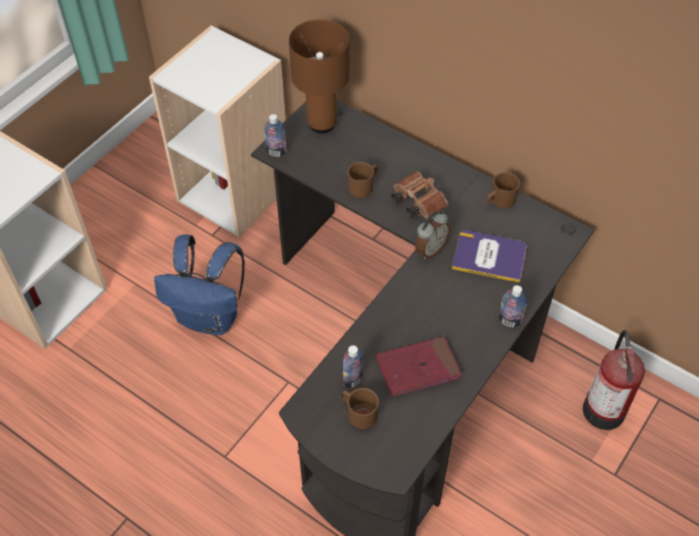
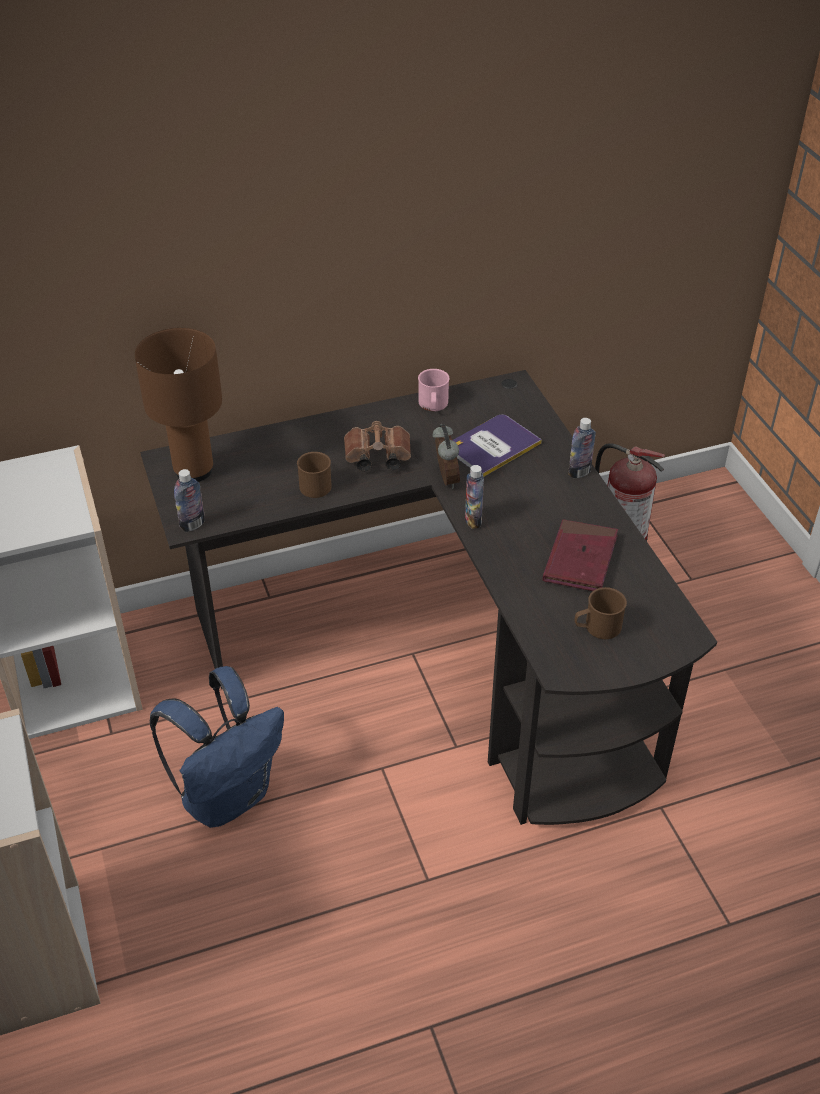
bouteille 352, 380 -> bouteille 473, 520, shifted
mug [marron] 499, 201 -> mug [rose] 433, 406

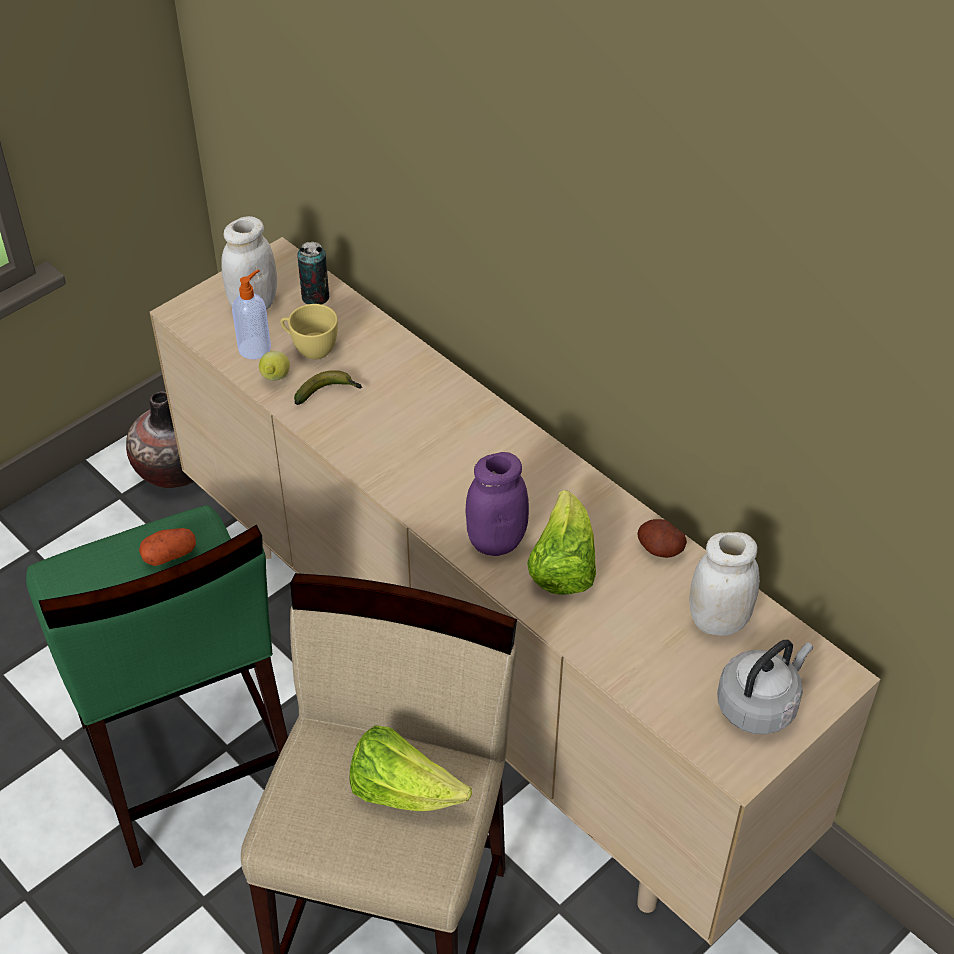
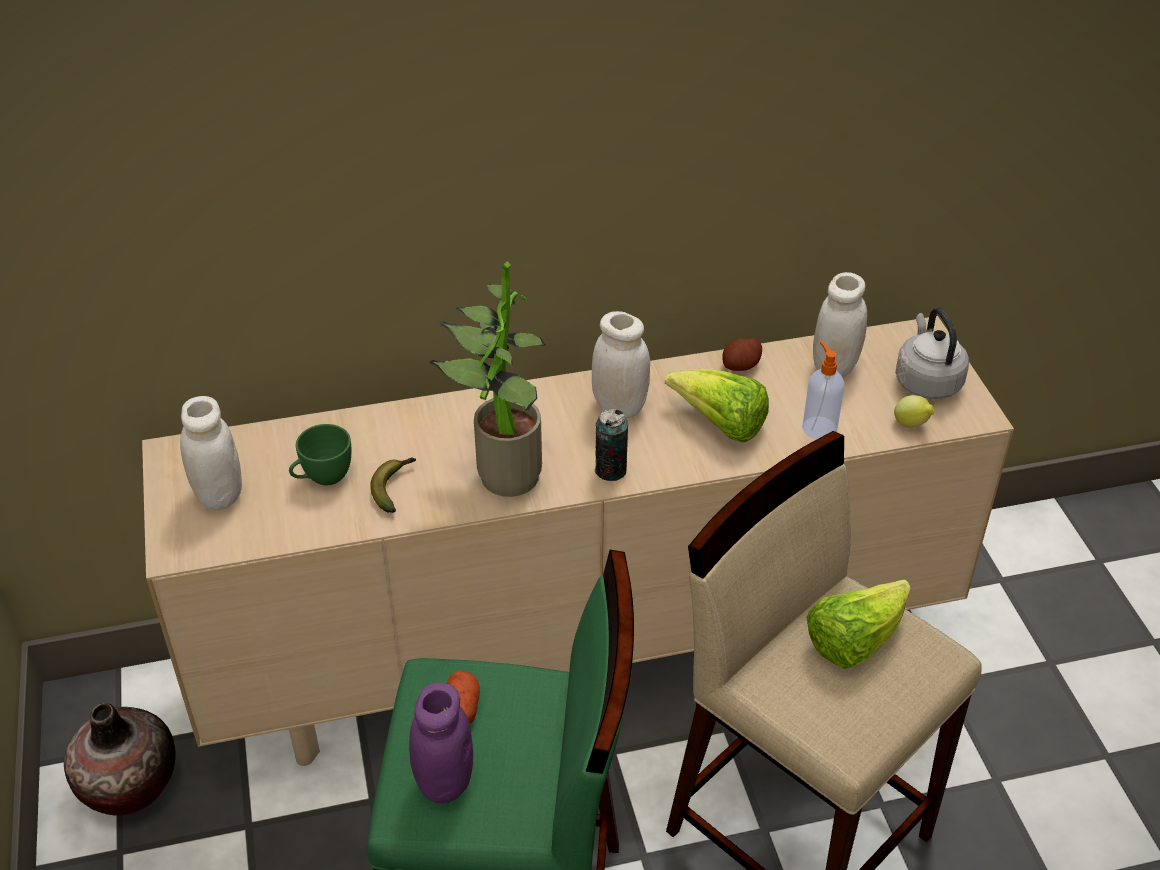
none -> plante en pot 499, 475
none -> bocal [blanc] 619, 406
distributeur de savon 255, 347 -> distributeur de savon 818, 427, shifted
citron 275, 379 -> citron 911, 425, shifted
boîte métallique 315, 297 -> boîte métallique 610, 470, shifted
bocal [violet] 496, 541 -> bocal [violet] 444, 782, shifted
tasse [jaune] 310, 348 -> tasse [vert] 322, 478

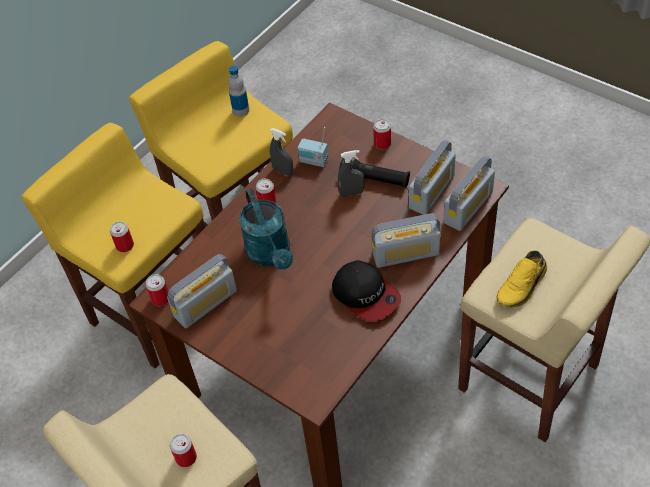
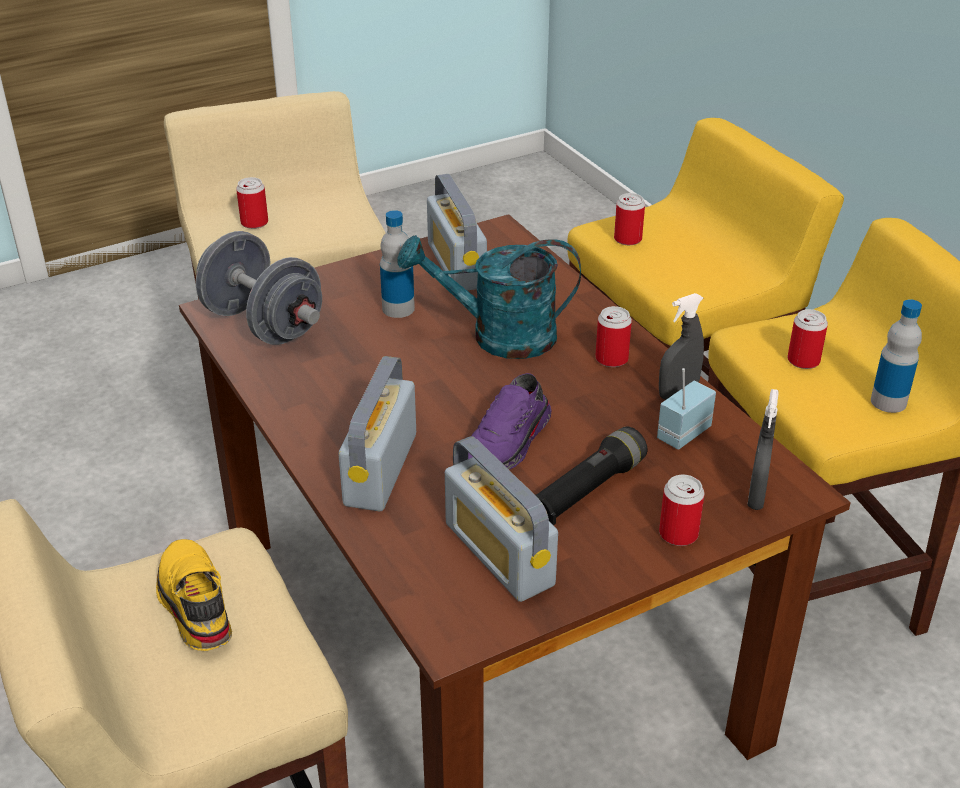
casquette 366, 295 -> none
radio 468, 207 -> none
none -> haltère [gris] 263, 324
none -> bouteille 398, 308
none -> chaussure [violet] 508, 444
boîte métallique 160, 299 -> boîte métallique 803, 361, shifted
vaporisateur [gris] 351, 193 -> vaporisateur [gris] 756, 496, shifted

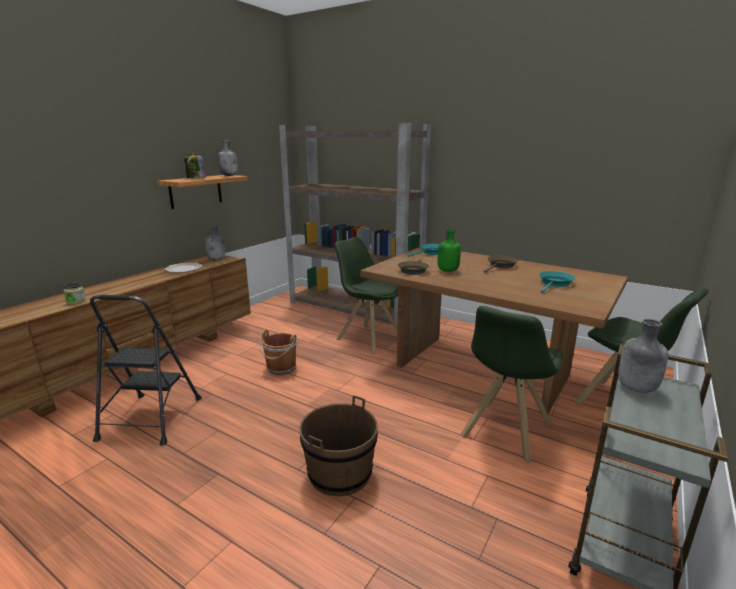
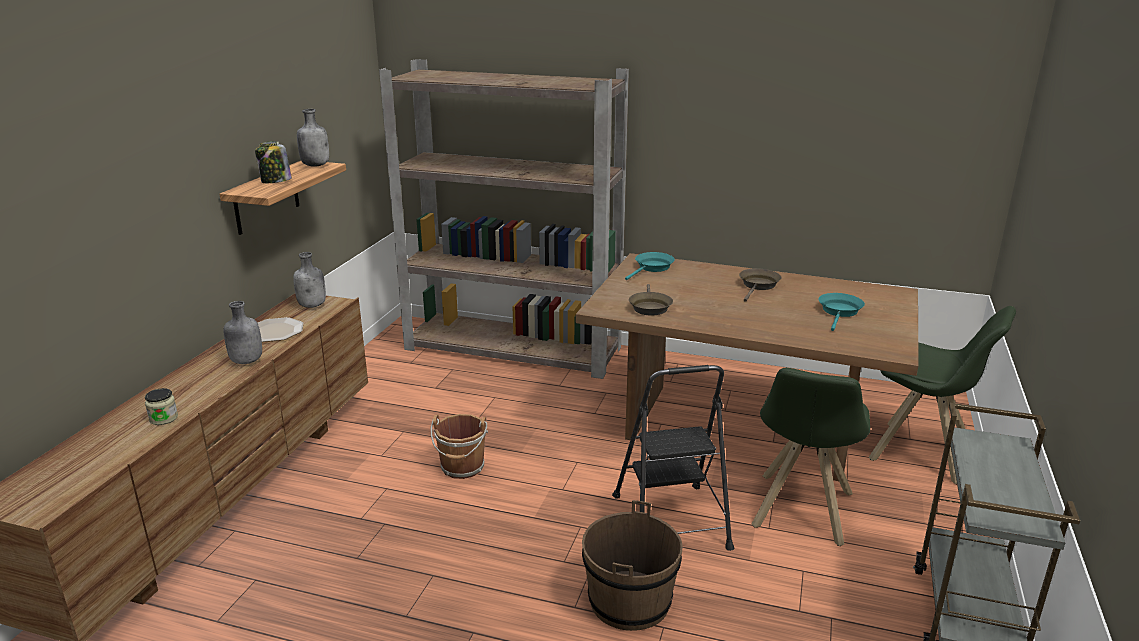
chaise [vert] 369, 338 -> none
bouteille [vert] 447, 270 -> none
escabeau [noir] 149, 419 -> escabeau [noir] 671, 523, shifted
bouteille [gris] 636, 388 -> bouteille [gris] 246, 361, shifted

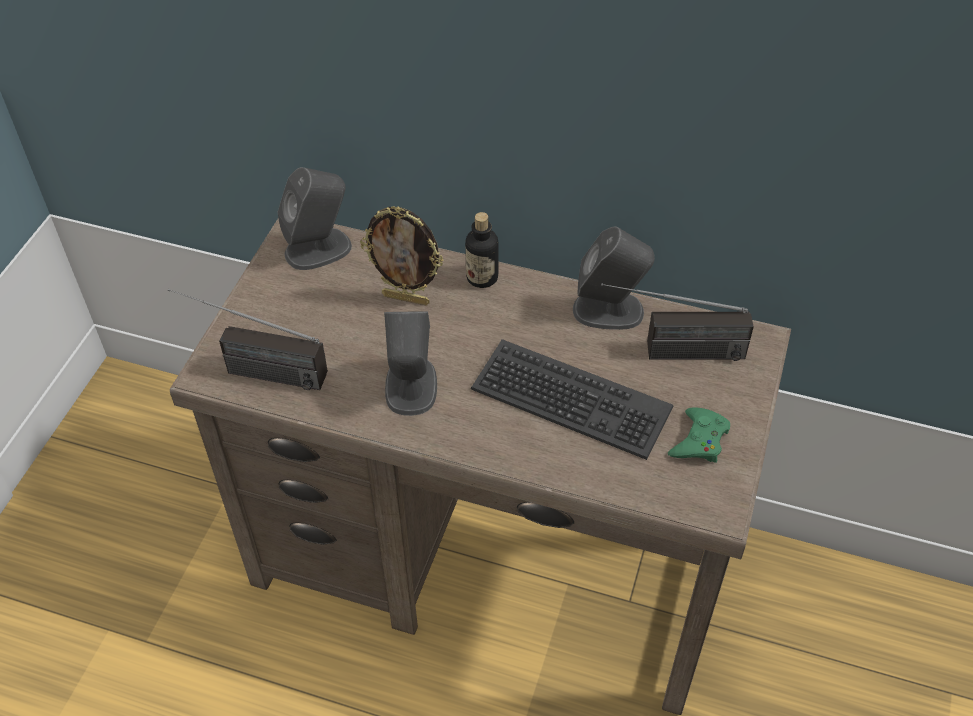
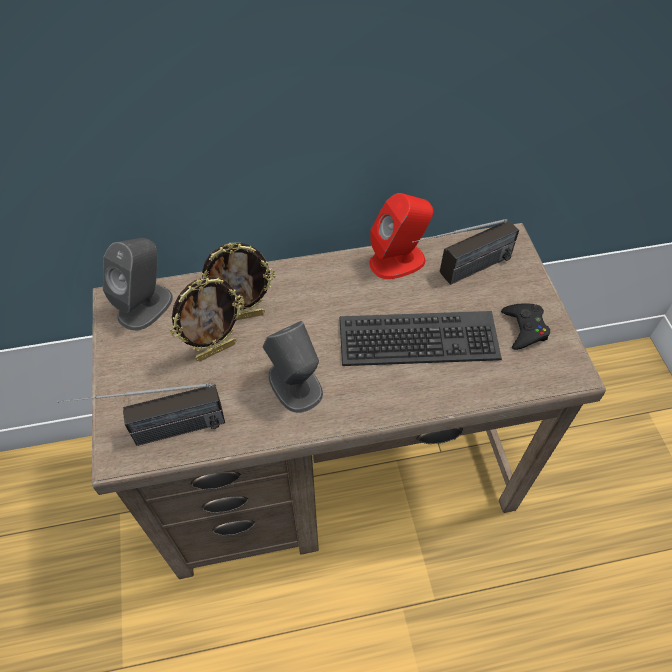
bouteille 482, 277 -> none
none -> cadre photo 216, 350
enceinte [gris] 609, 310 -> enceinte [rouge] 398, 261
manette [vert] 699, 440 -> manette [noir] 524, 329

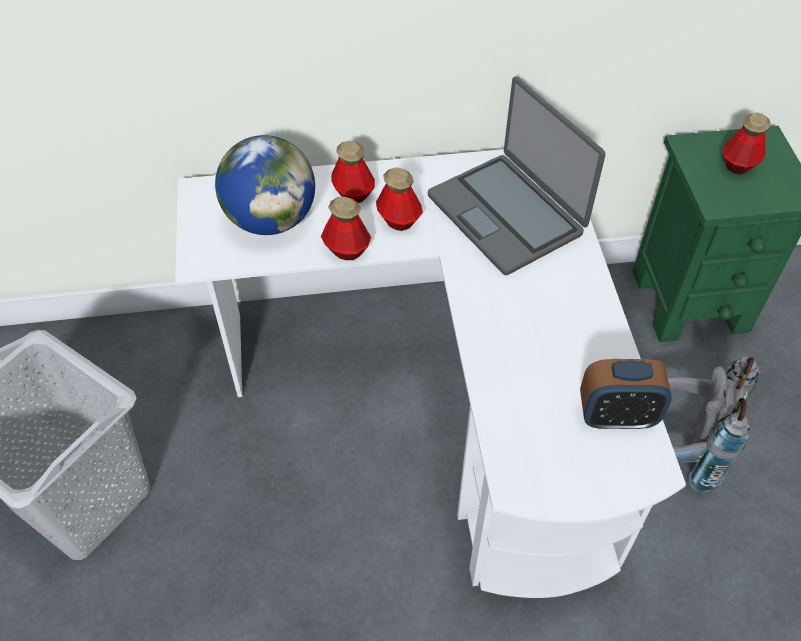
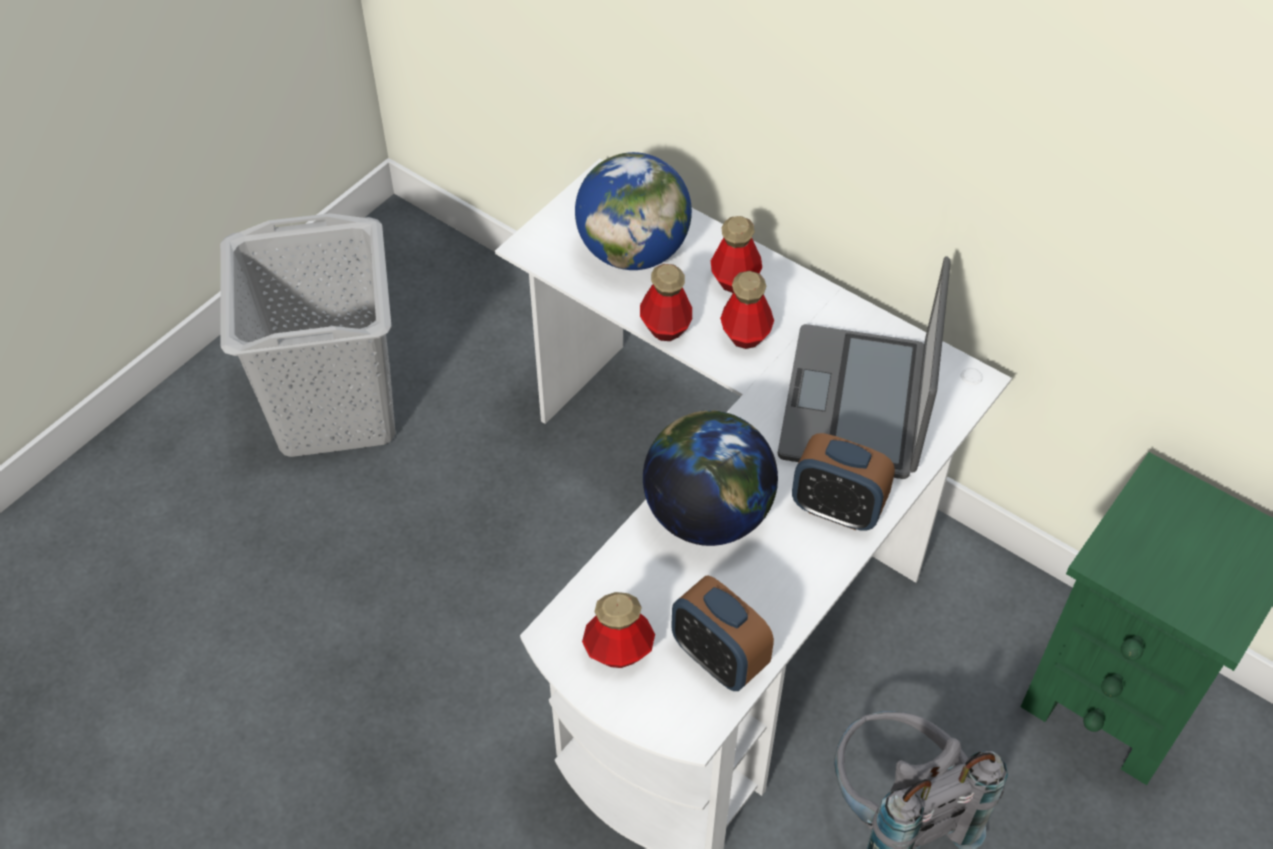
none -> globe 707, 514
none -> réveil 837, 509
bouteille 738, 165 -> bouteille 618, 651, shifted

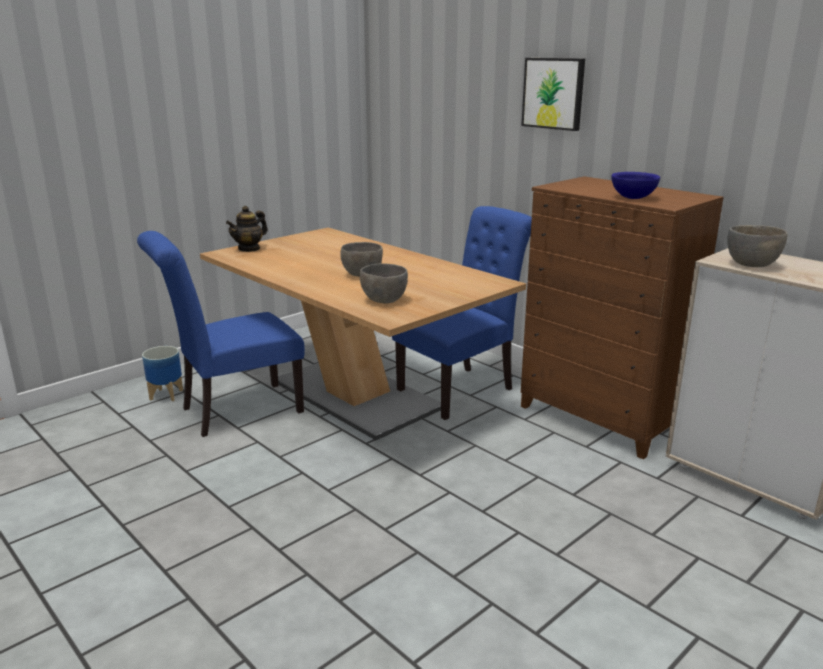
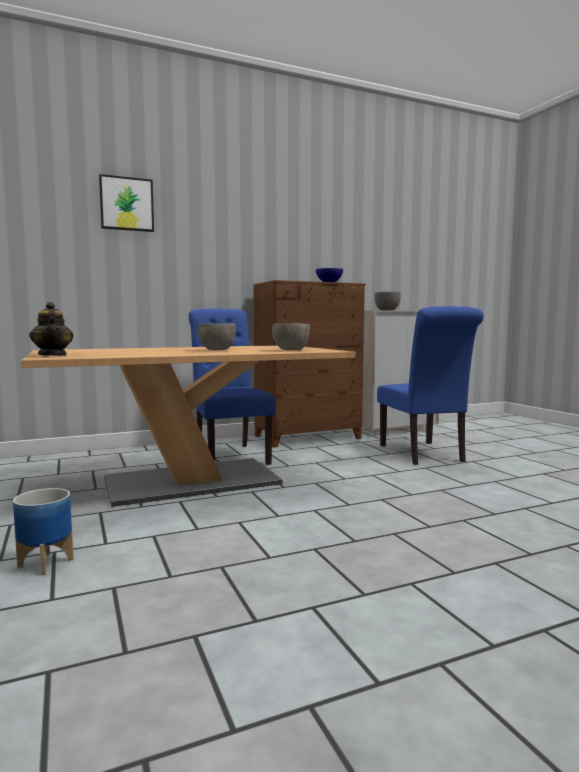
chaise [bleu] 234, 411 -> chaise [bleu] 424, 454, shifted
tableau 554, 93 -> tableau 126, 204, shifted

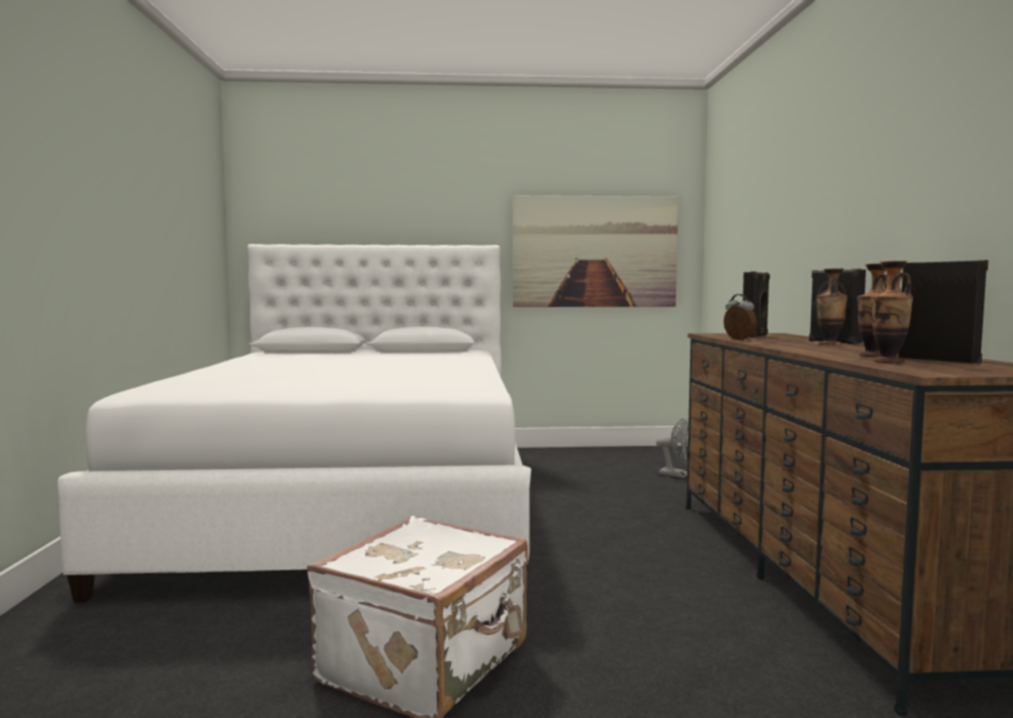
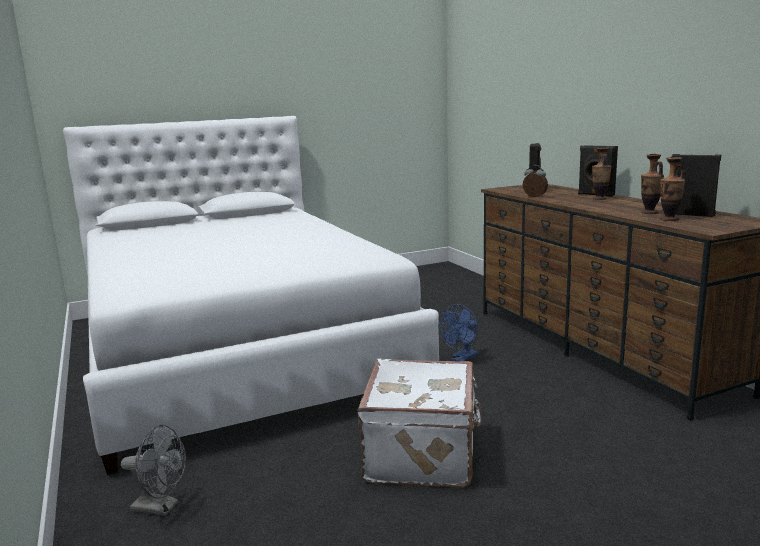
tableau 594, 252 -> none
none -> ventilateur [bleu] 462, 359
ventilateur [gris] 678, 475 -> ventilateur [gris] 161, 507, shifted

